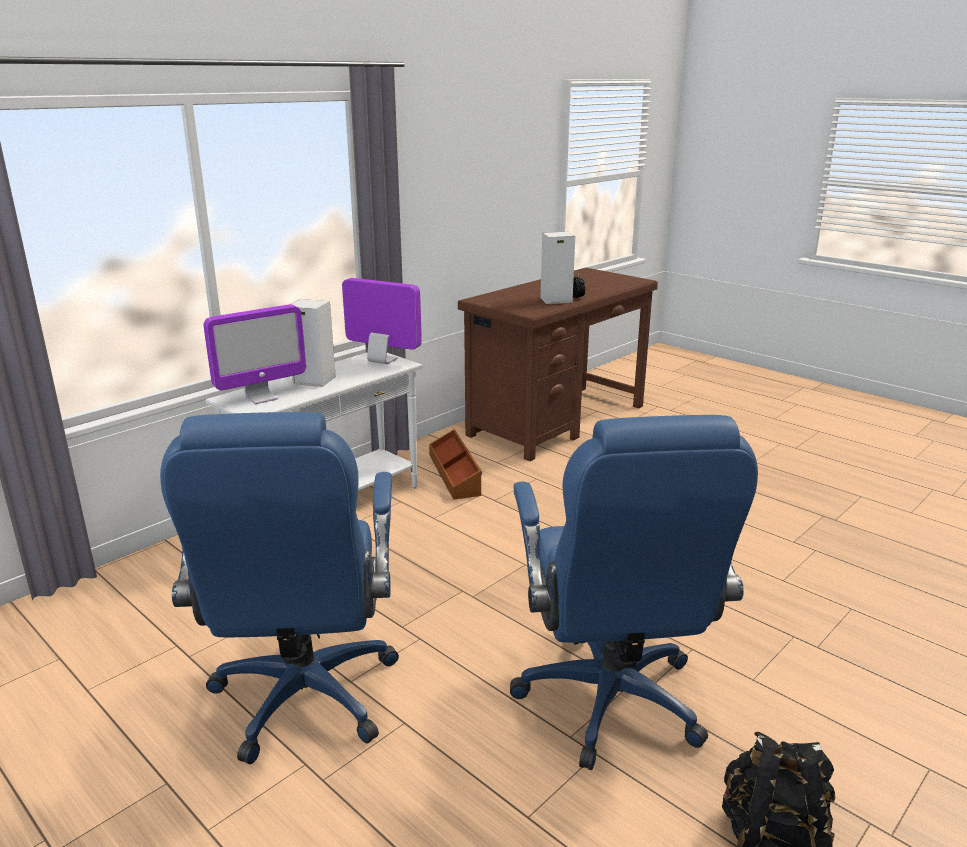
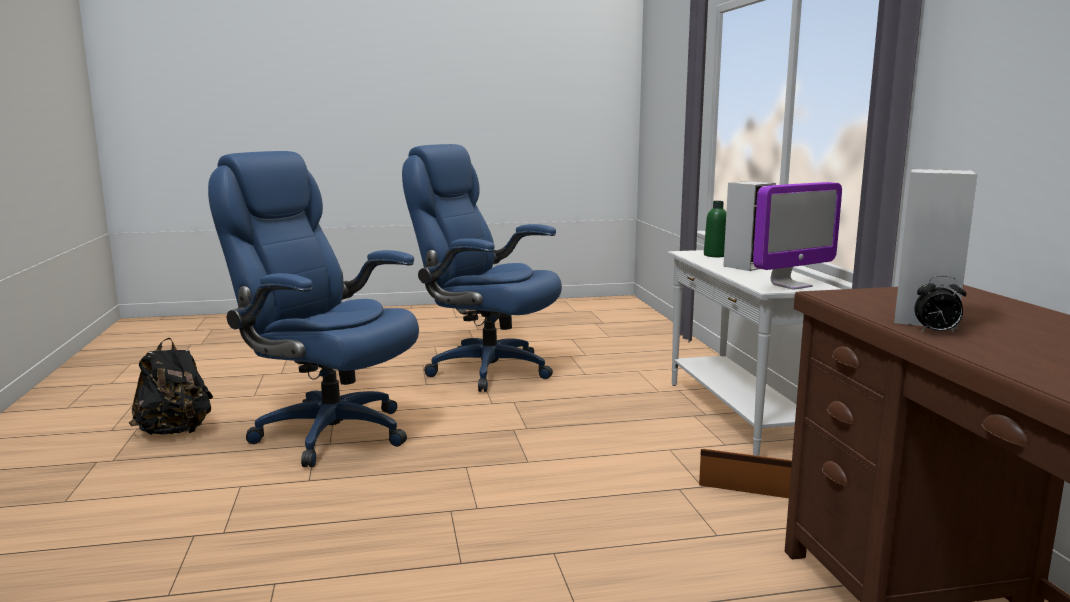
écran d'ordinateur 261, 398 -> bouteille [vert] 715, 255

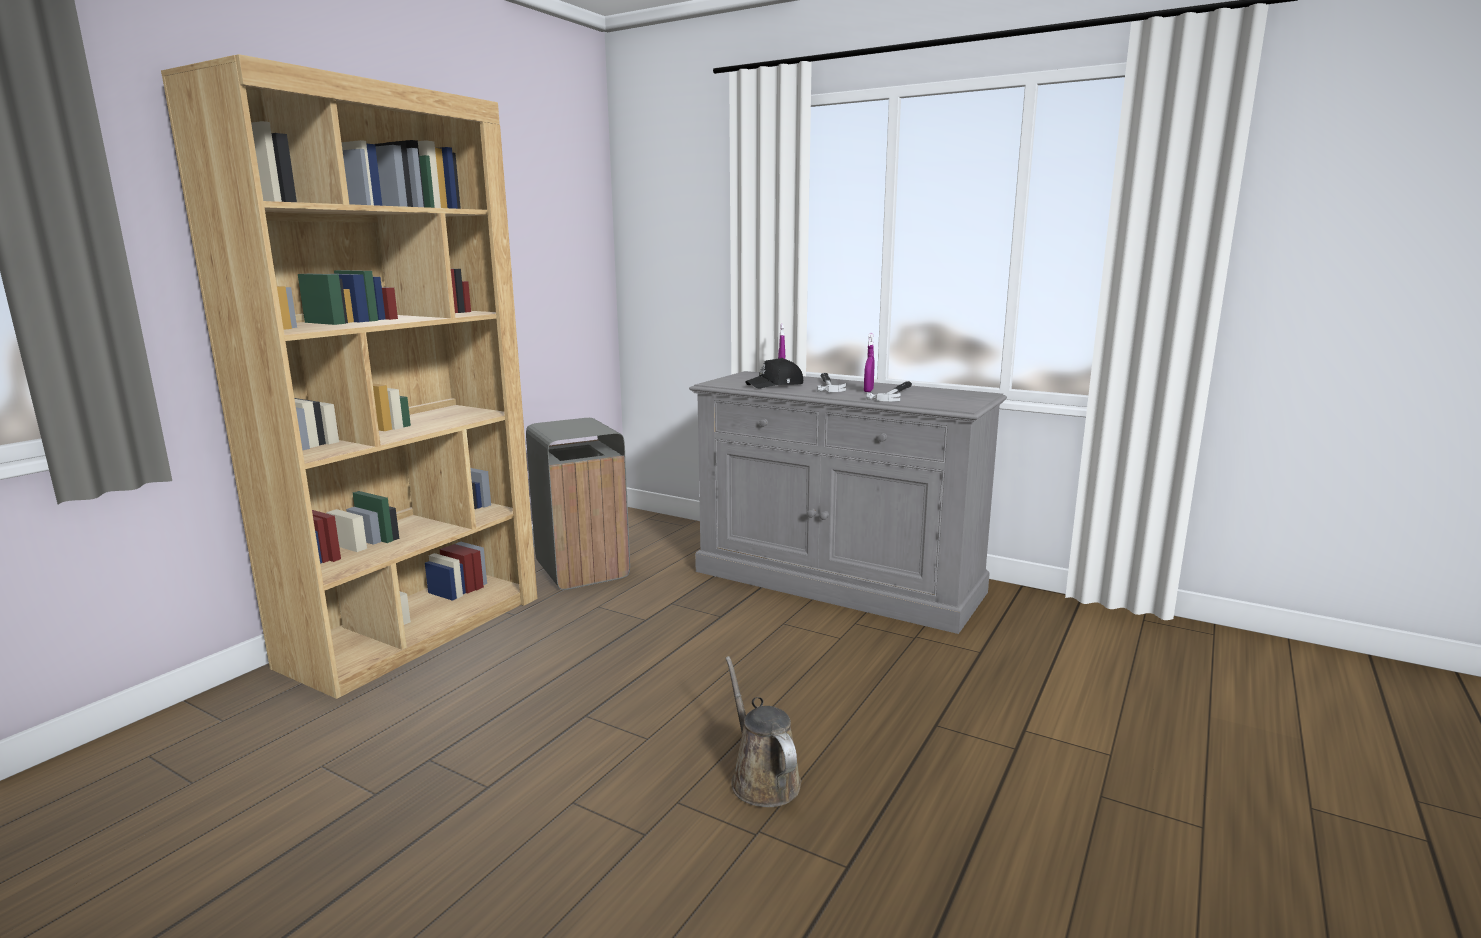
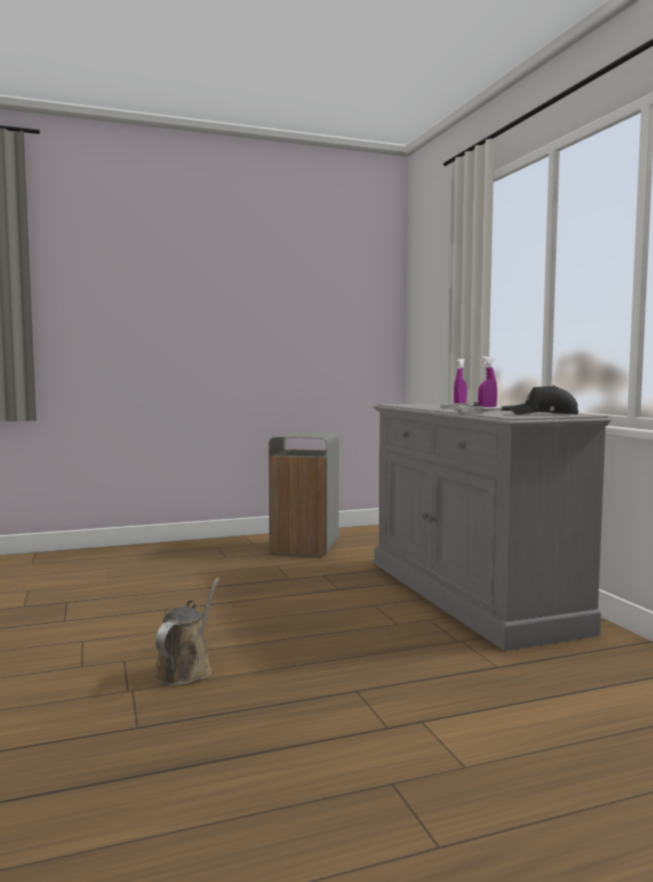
bibliothèque [marron] 416, 630 -> none
casquette [noir] 776, 385 -> casquette [noir] 544, 414, shifted

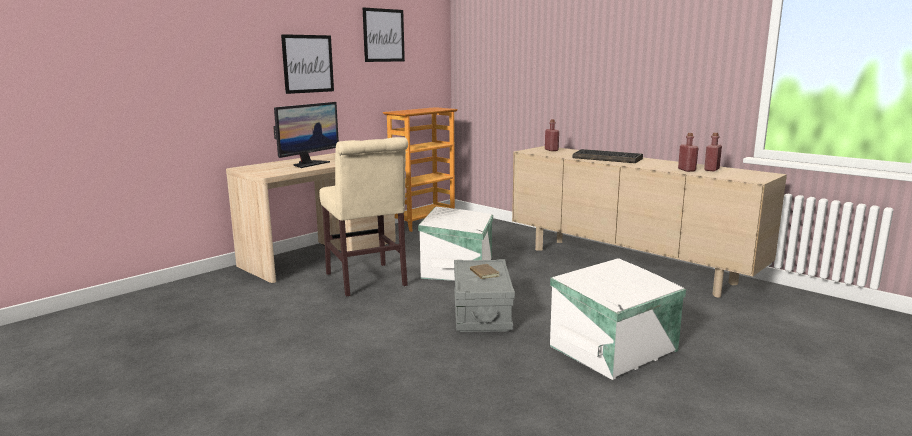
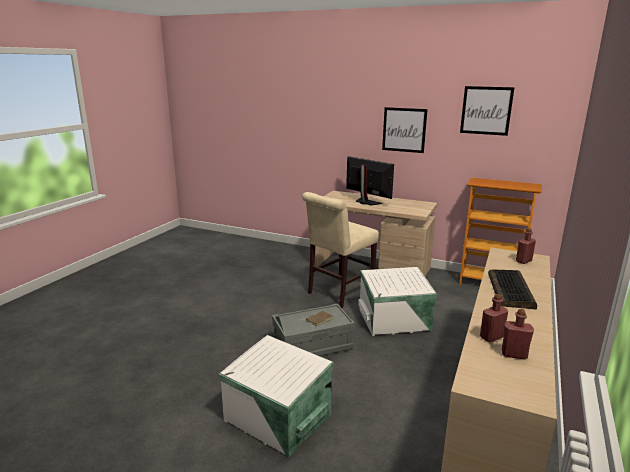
écran d'ordinateur 308, 164 -> écran d'ordinateur 366, 202, 150 degrees counterclockwise

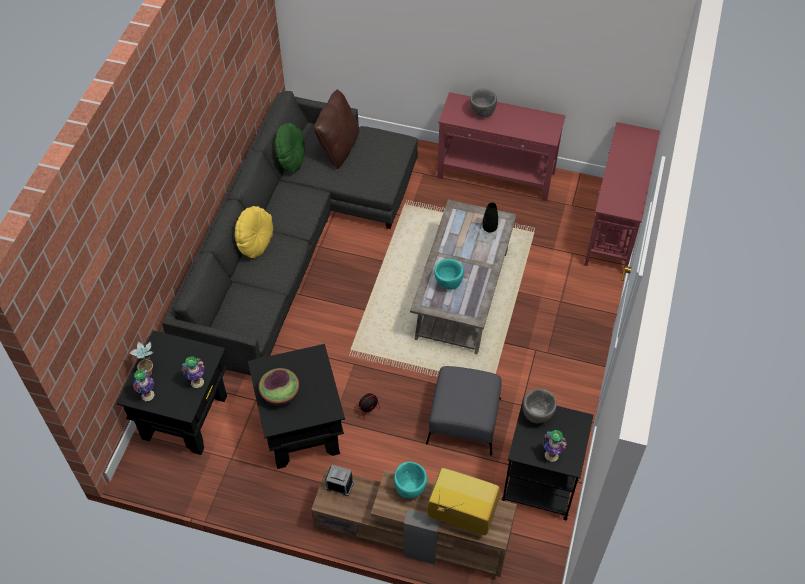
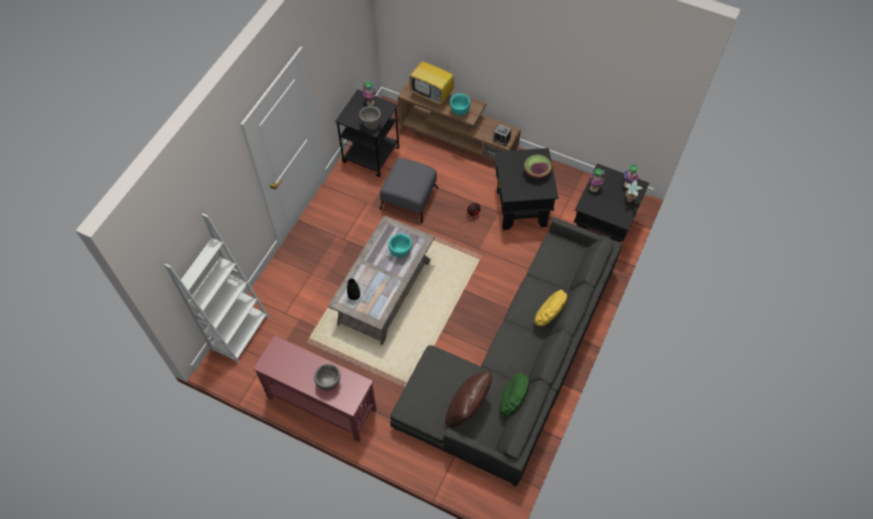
table console [rouge] 614, 226 -> bibliothèque [blanc] 240, 333

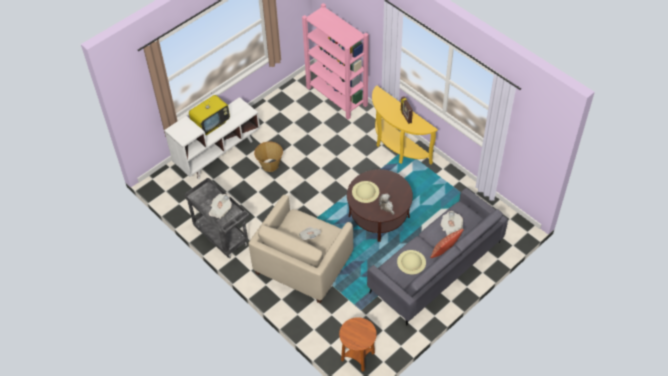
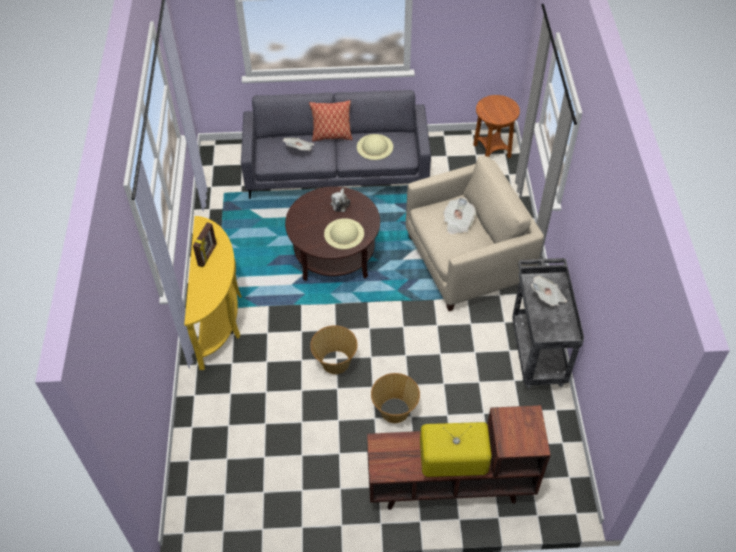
bibliothèque [rose] 337, 96 -> none
none -> panier 335, 362
meuble télé [blanc] 218, 152 -> meuble télé [marron] 448, 485

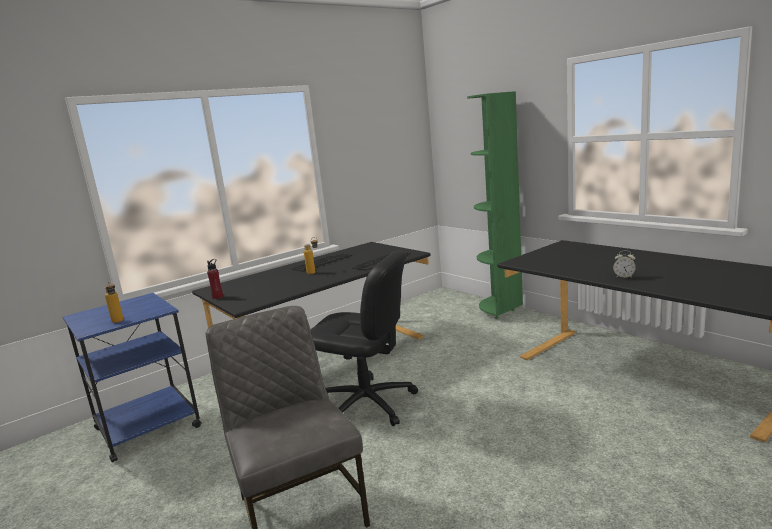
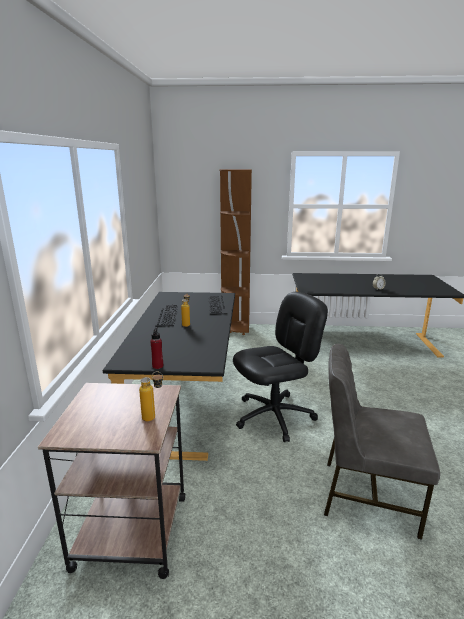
chariot [bleu] 149, 426 -> chariot [marron] 132, 529
bibliothèque [vert] 497, 311 -> bibliothèque [marron] 235, 330

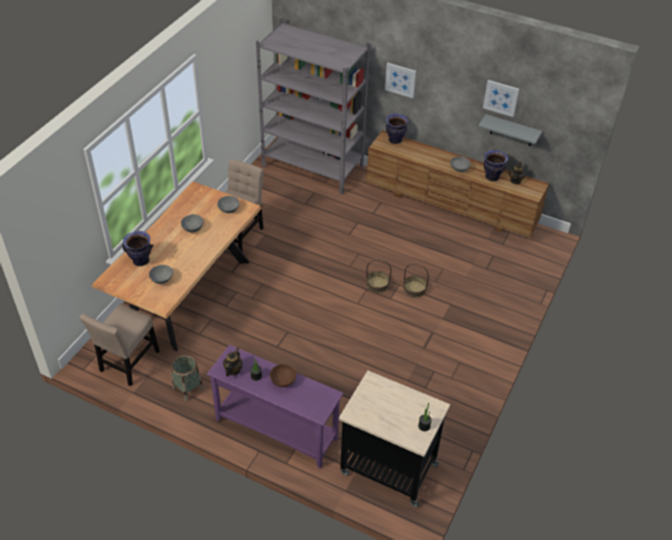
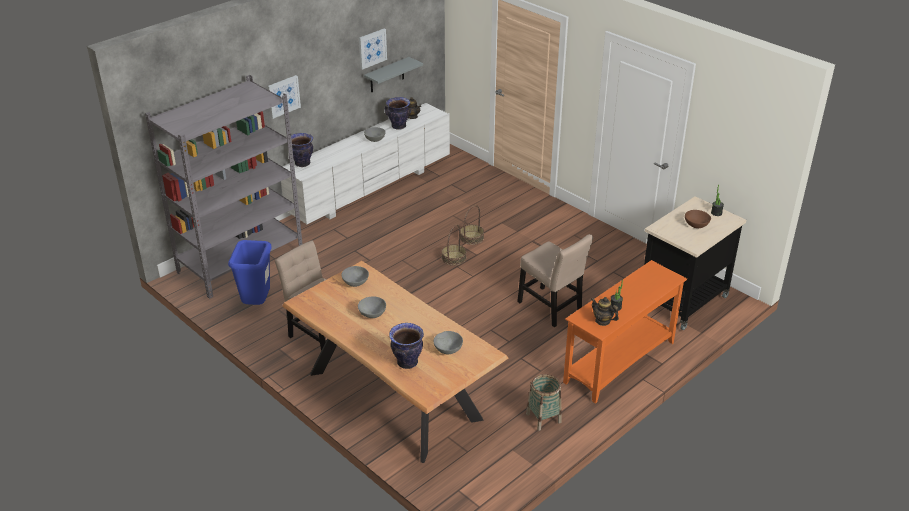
none -> poubelle [bleu] 257, 304
chaise [beige] 128, 363 -> chaise [beige] 551, 308, shifted
bol [marron] 283, 381 -> bol [marron] 696, 225, shifted
table console [violet] 276, 430 -> table console [orange] 619, 363
meuble de rangement [marron] 450, 207 -> meuble de rangement [blanc] 370, 190

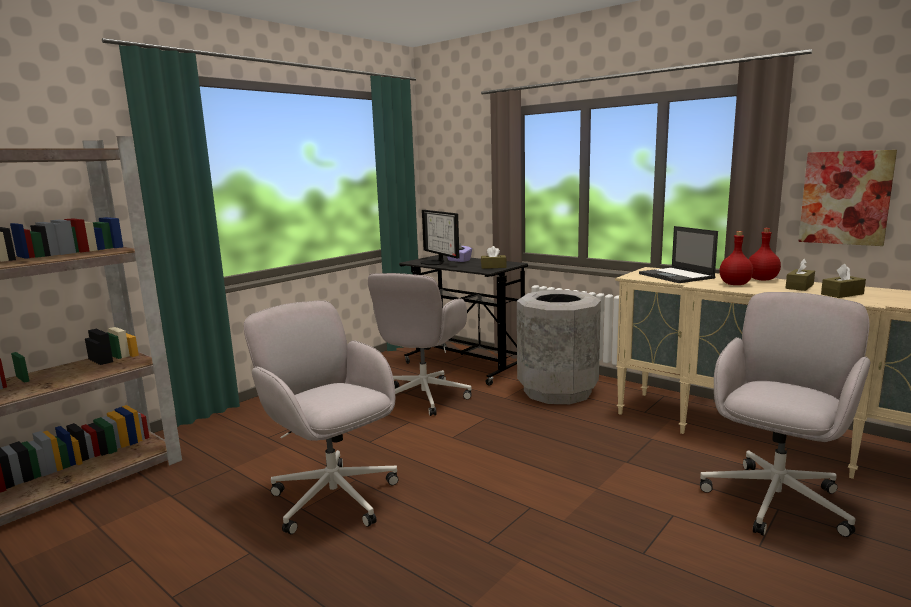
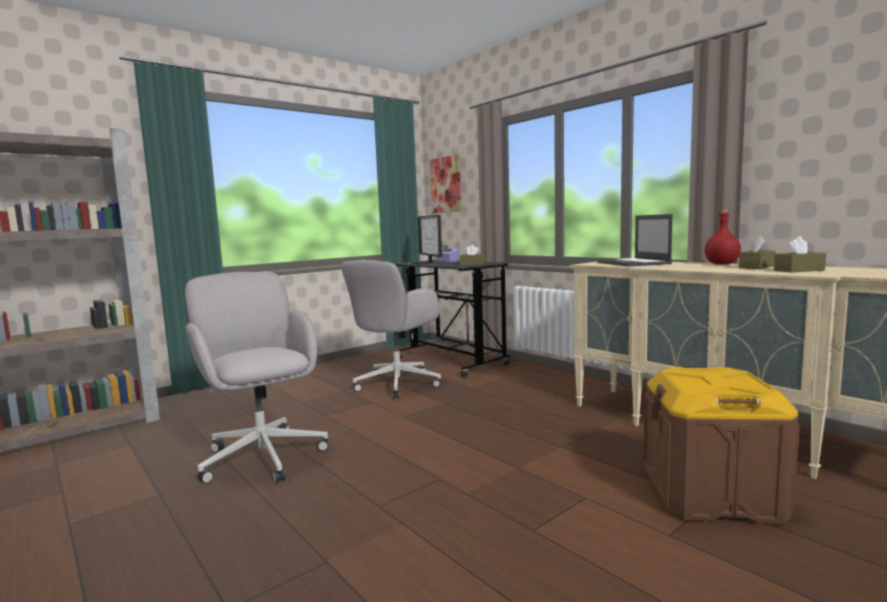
poubelle [gris] 557, 391 -> none
bouteille [rouge] 735, 284 -> none
tableau 845, 198 -> tableau 446, 185, shifted
chaise de bureau [gris] 776, 501 -> boîte de rangement [marron] 711, 493

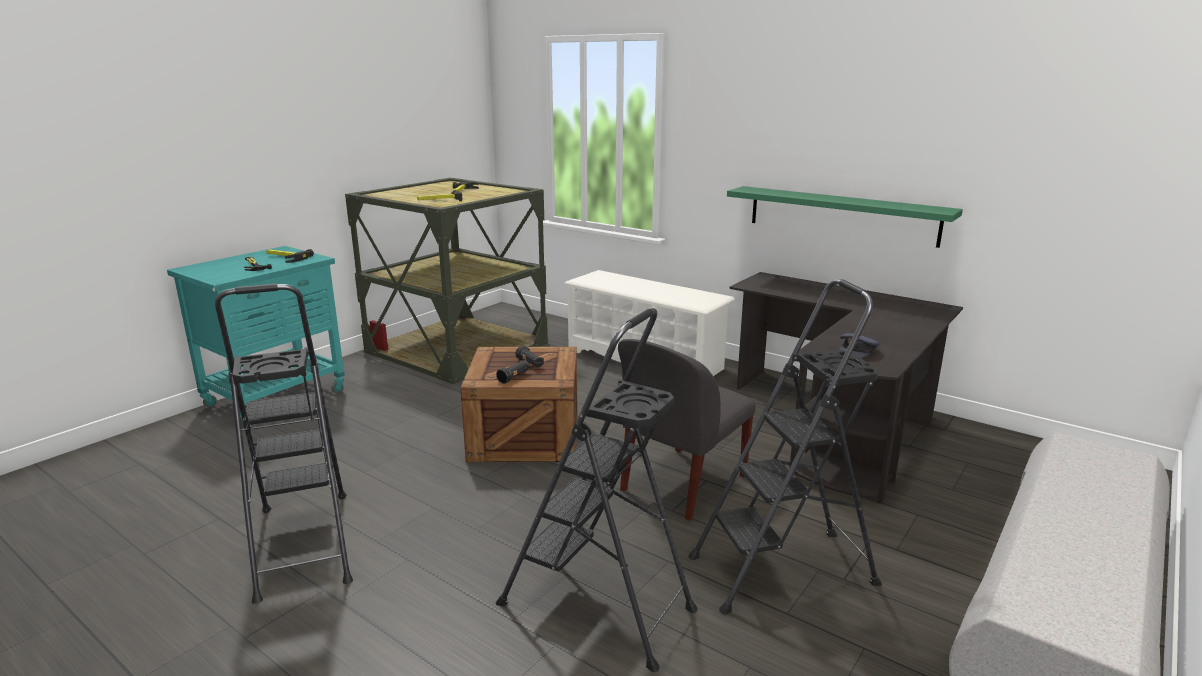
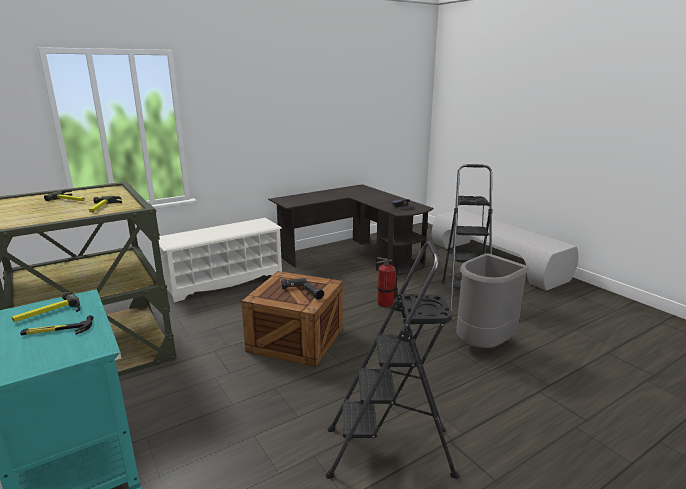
étagère [vert] 841, 215 -> none
escabeau 598, 607 -> poubelle [gris] 483, 345
chaise [gris] 681, 484 -> extincteur 386, 303

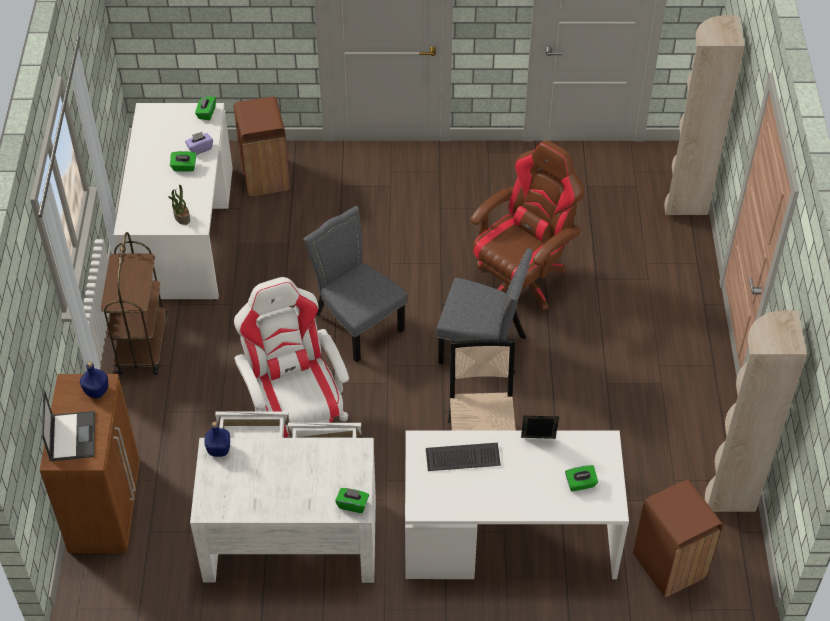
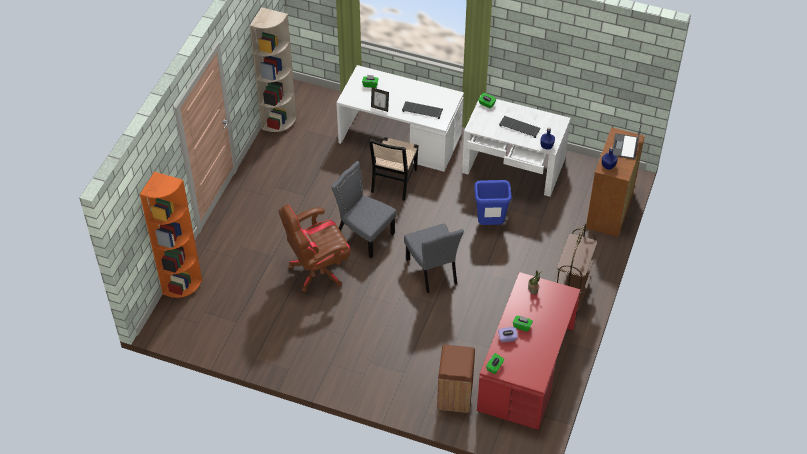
poubelle [marron] 669, 567 -> none
none -> clavier 520, 127
chaise de bureau [blanc] 297, 421 -> poubelle [bleu] 490, 224
bureau [blanc] 181, 232 -> bureau [rouge] 526, 369
bibliothèque [beige] 685, 205 -> bibliothèque [orange] 182, 289

